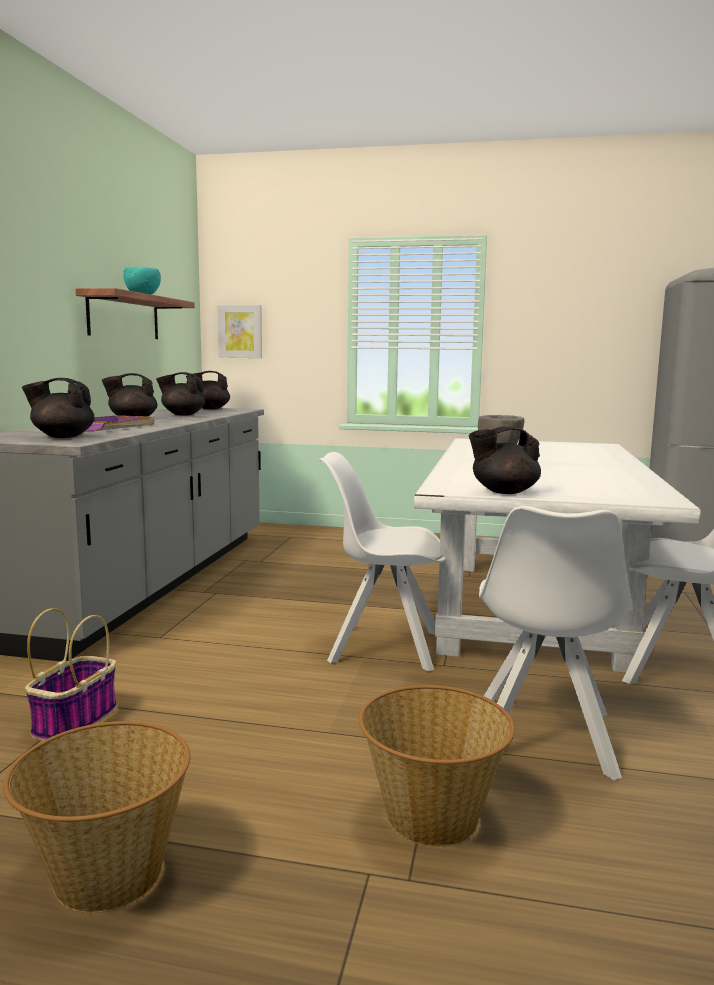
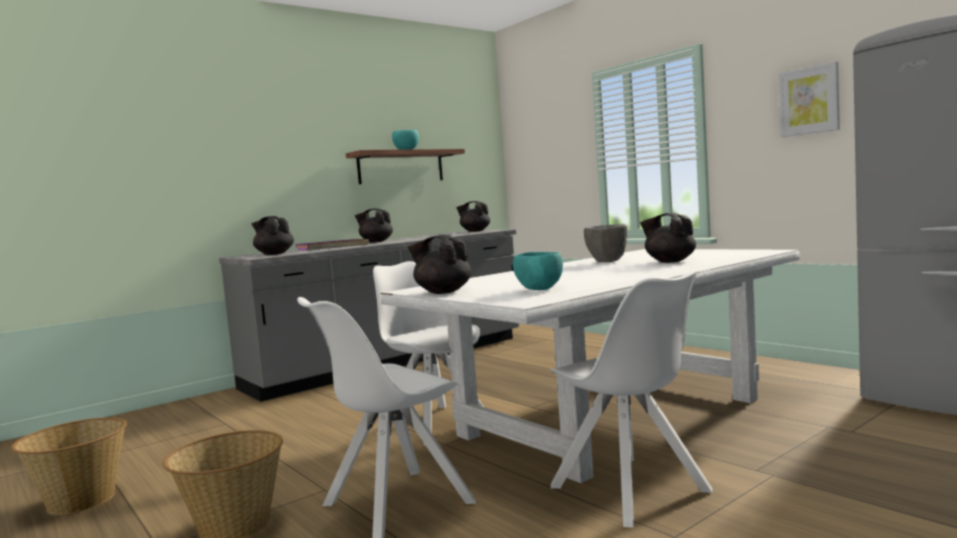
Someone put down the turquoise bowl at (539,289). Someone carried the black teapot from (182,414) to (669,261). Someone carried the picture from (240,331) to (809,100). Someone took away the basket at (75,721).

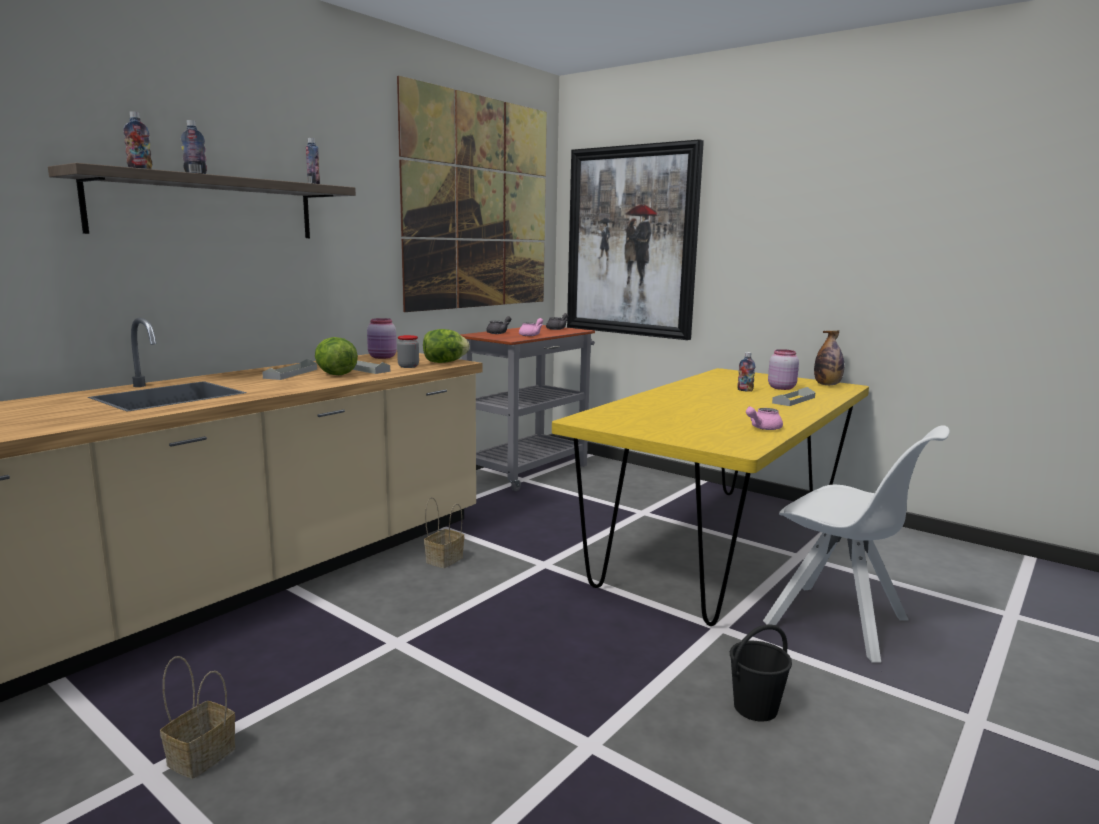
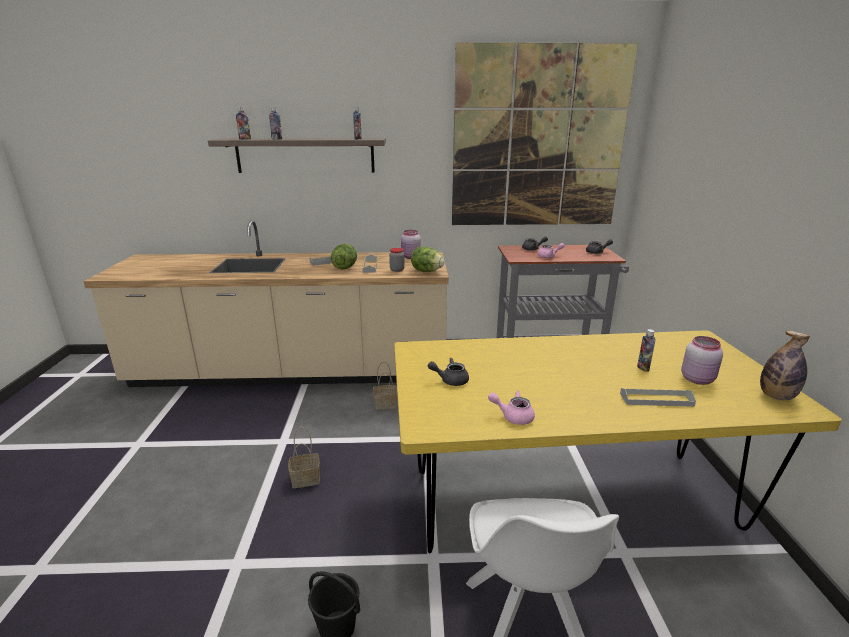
Someone carried the basket from (202,755) to (307,478). Someone put down the grey teapot at (450,380). Someone took away the picture at (631,242).

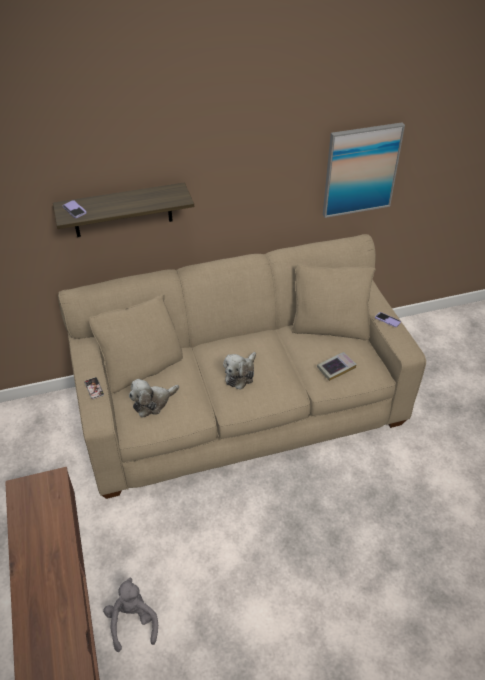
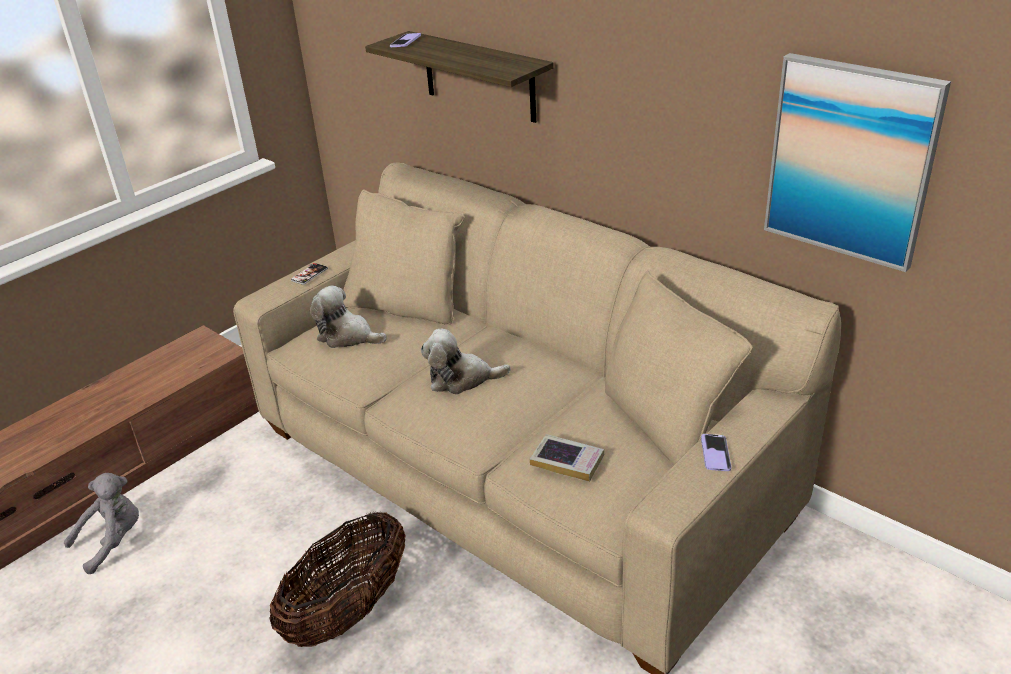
Someone put down the basket at (349,611).

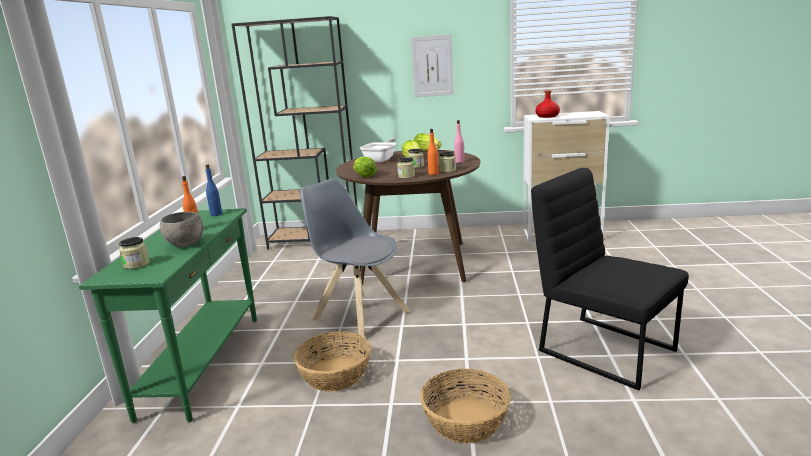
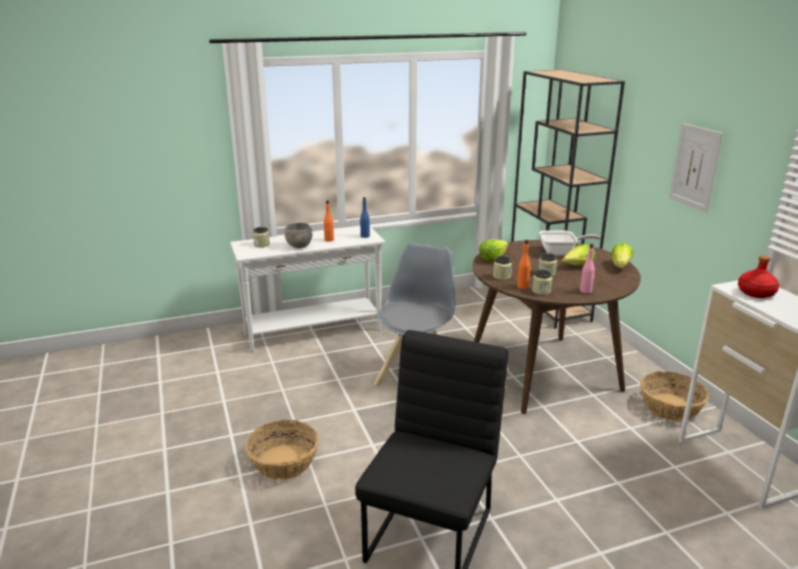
Someone repainted the green console table at (202,363), which became the white console table at (314,331). Someone carried the basket from (334,374) to (670,407).

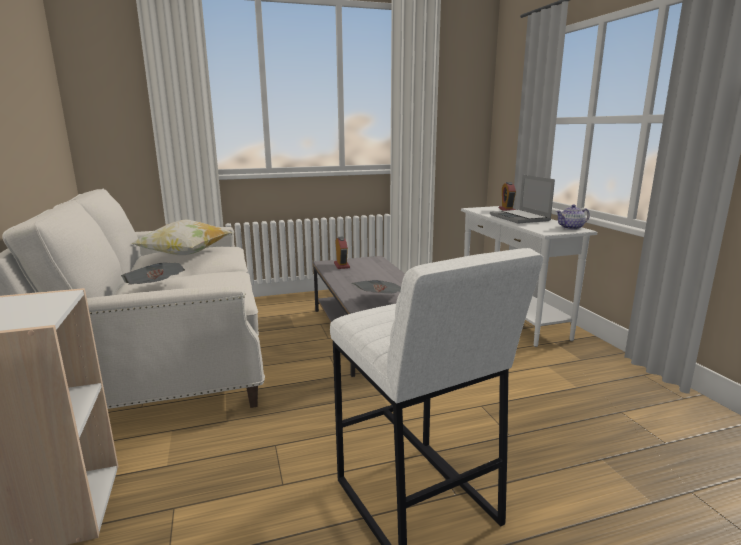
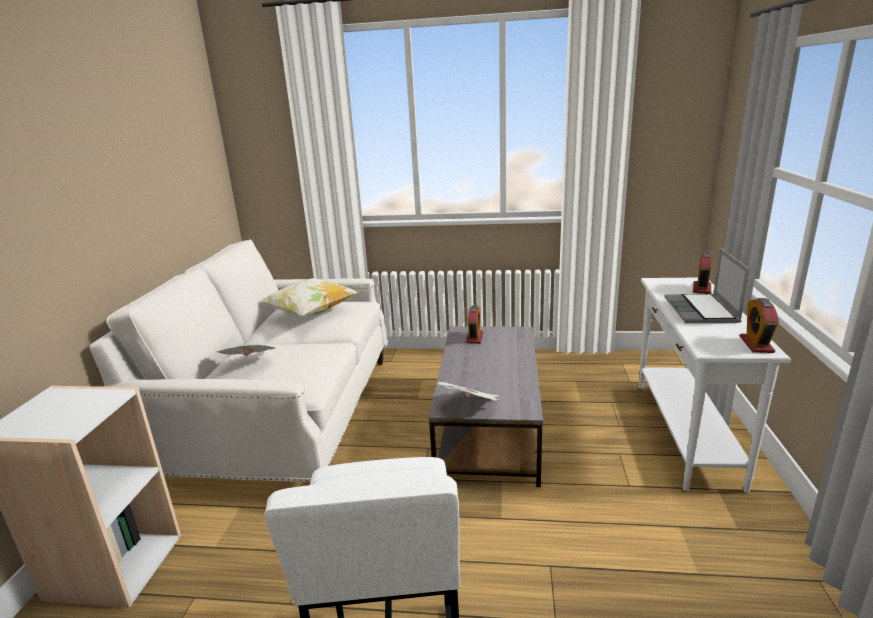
Someone swapped the teapot at (571,228) for the alarm clock at (756,344).

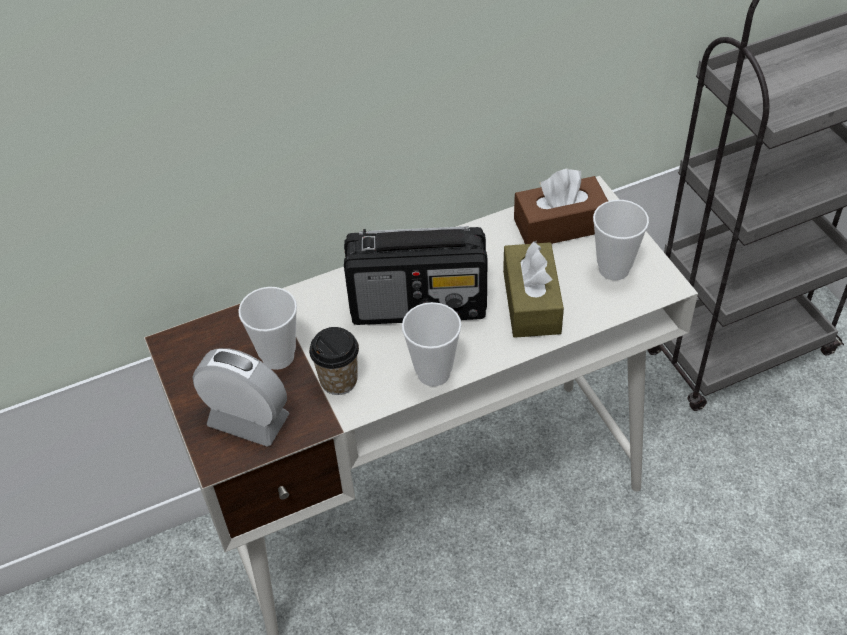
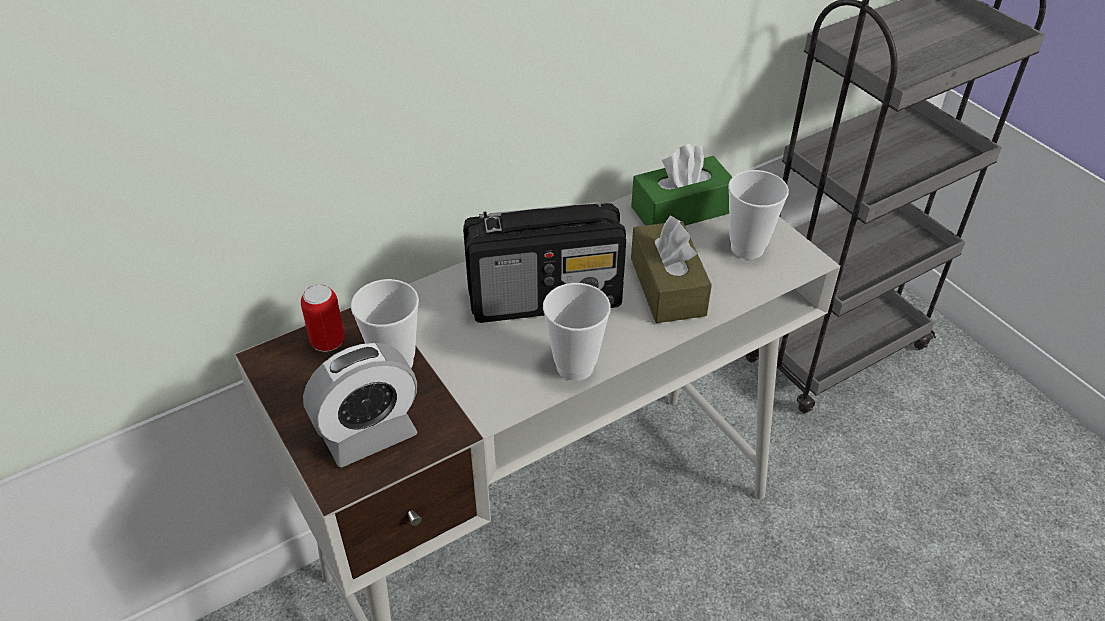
Someone put down the can at (328,342). Someone rotated the alarm clock at (248,420) by 135 degrees clockwise. Someone repainted the brown tissue box at (560,225), which became the green tissue box at (681,210). Someone took away the cup at (339,380).

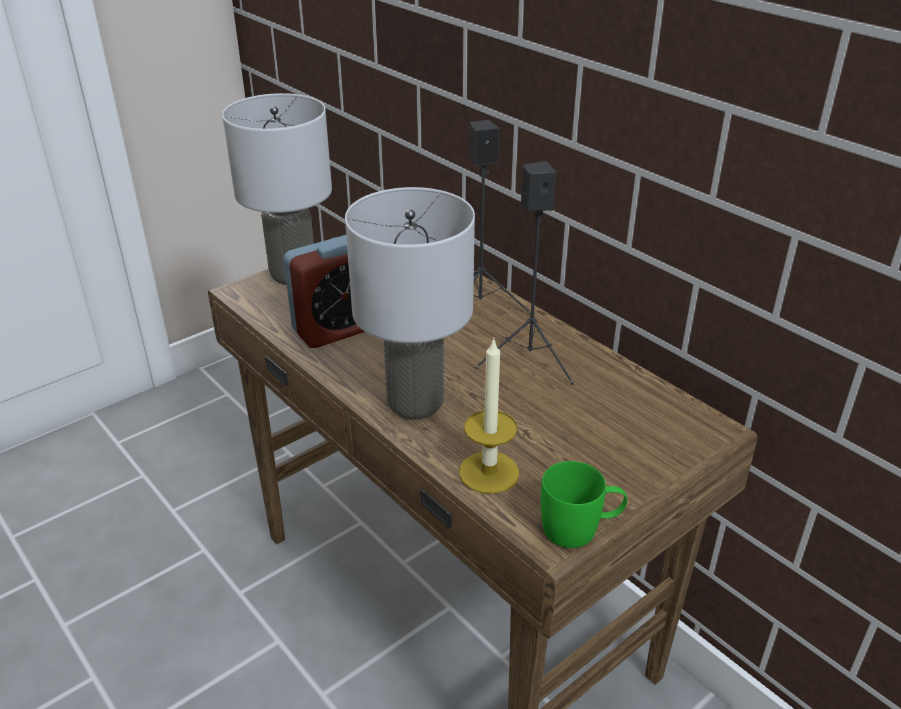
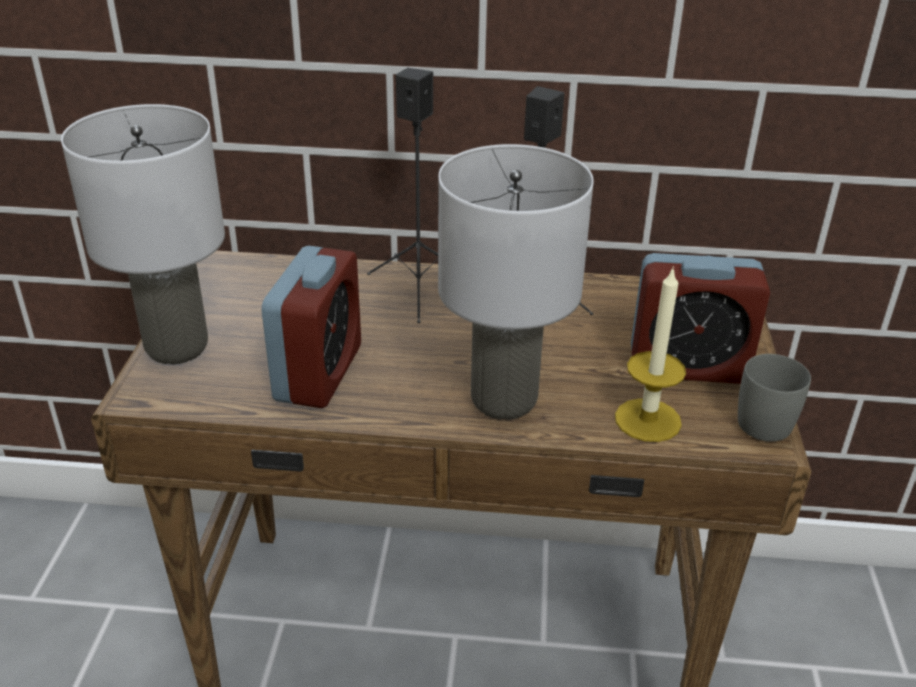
Someone put down the alarm clock at (688,366). Someone repainted the green mug at (580,529), which became the grey mug at (769,419).

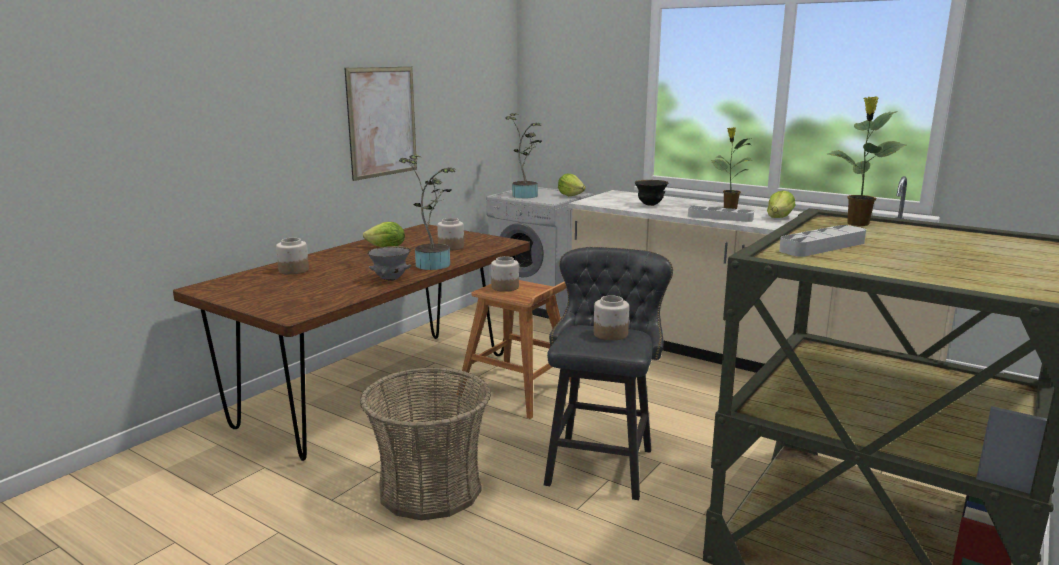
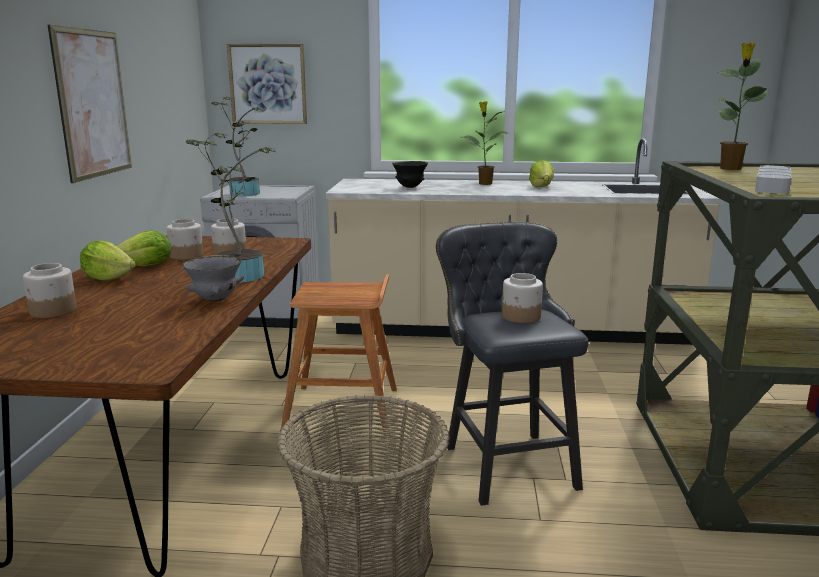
Someone carried the lettuce from (570,195) to (108,278). Someone carried the jar from (505,287) to (187,255). Someone put up the picture at (268,84). Someone took away the grey tray at (720,217).

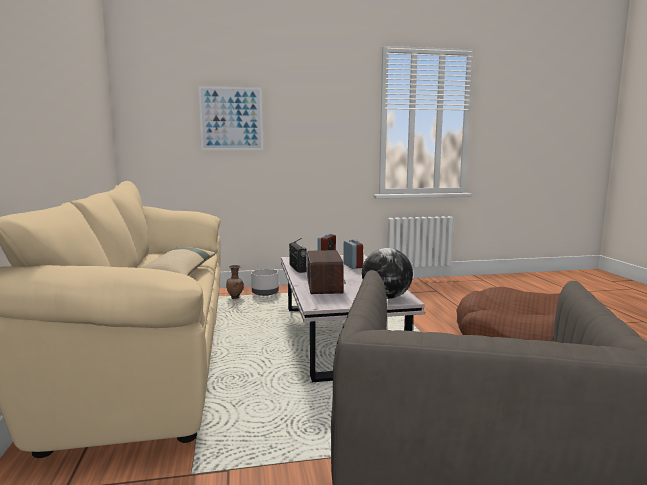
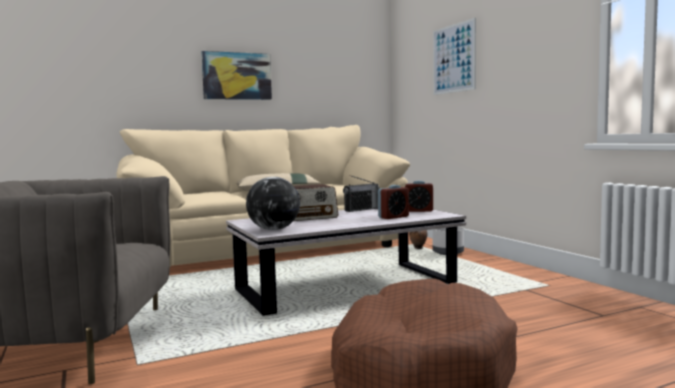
Someone put up the picture at (237,76).

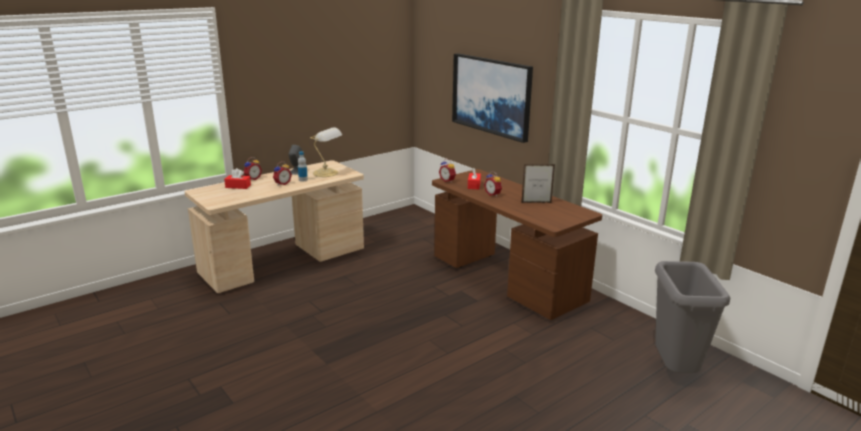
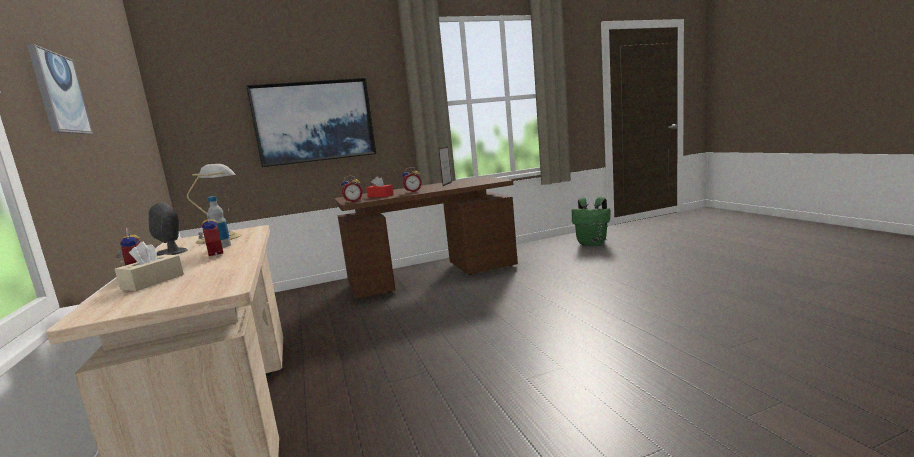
Someone put up the picture at (59,93). Someone repainted the red tissue box at (238,186), which became the beige tissue box at (153,281). Someone swapped the grey trash can at (675,372) for the green backpack at (592,243).

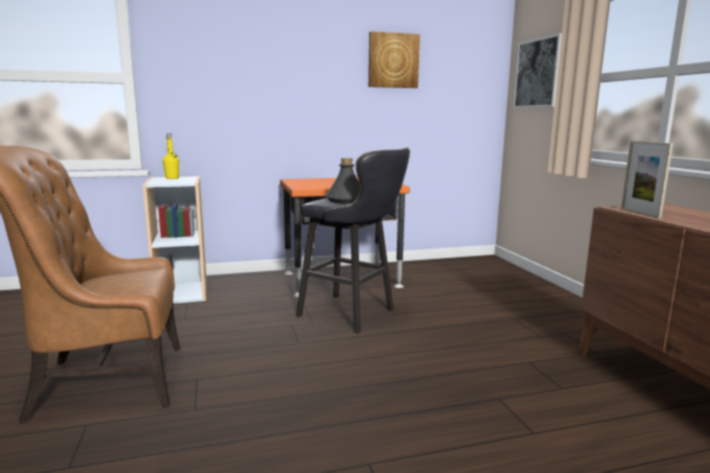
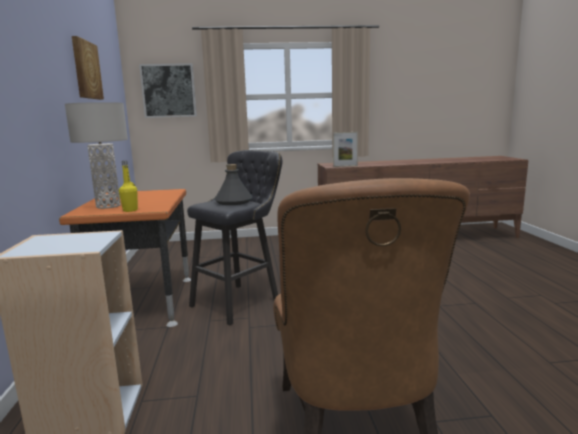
Someone put down the white table lamp at (108,206). Someone carried the yellow bottle from (172,178) to (130,210).

